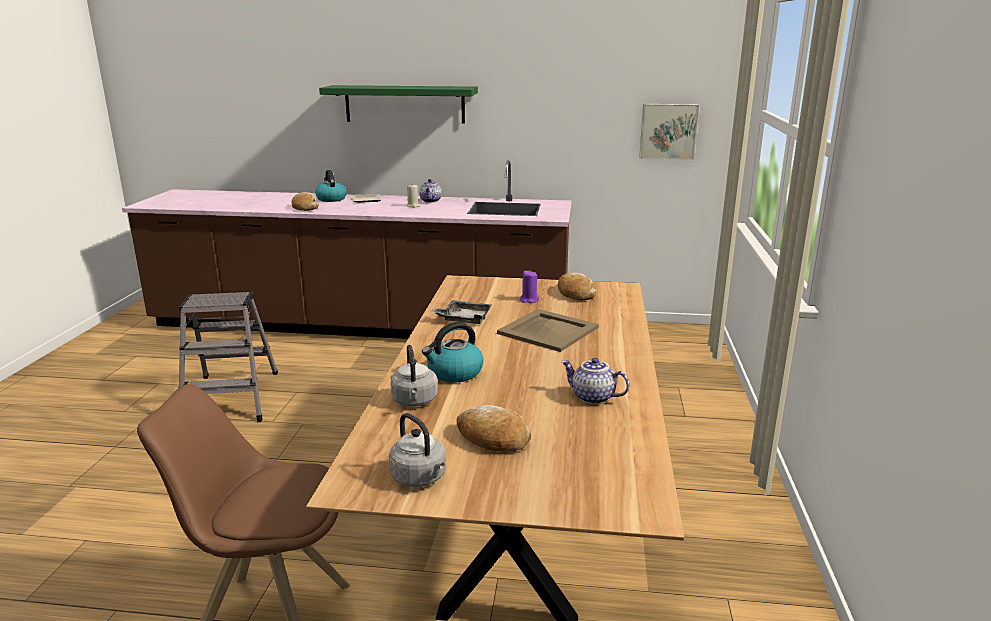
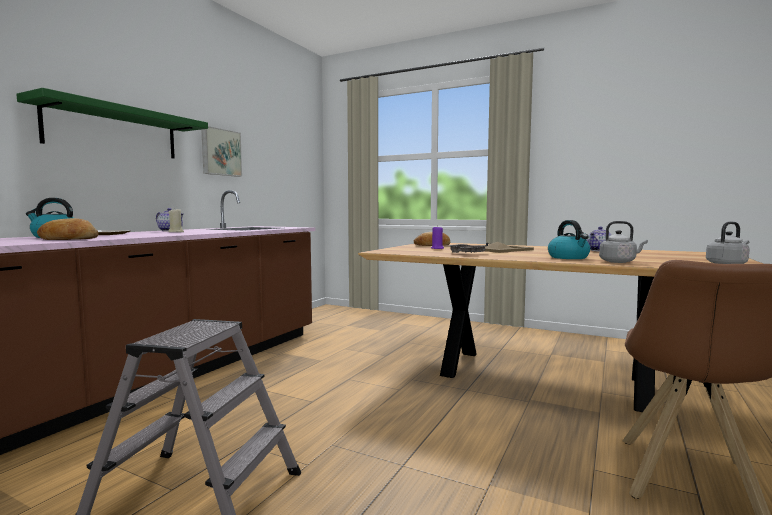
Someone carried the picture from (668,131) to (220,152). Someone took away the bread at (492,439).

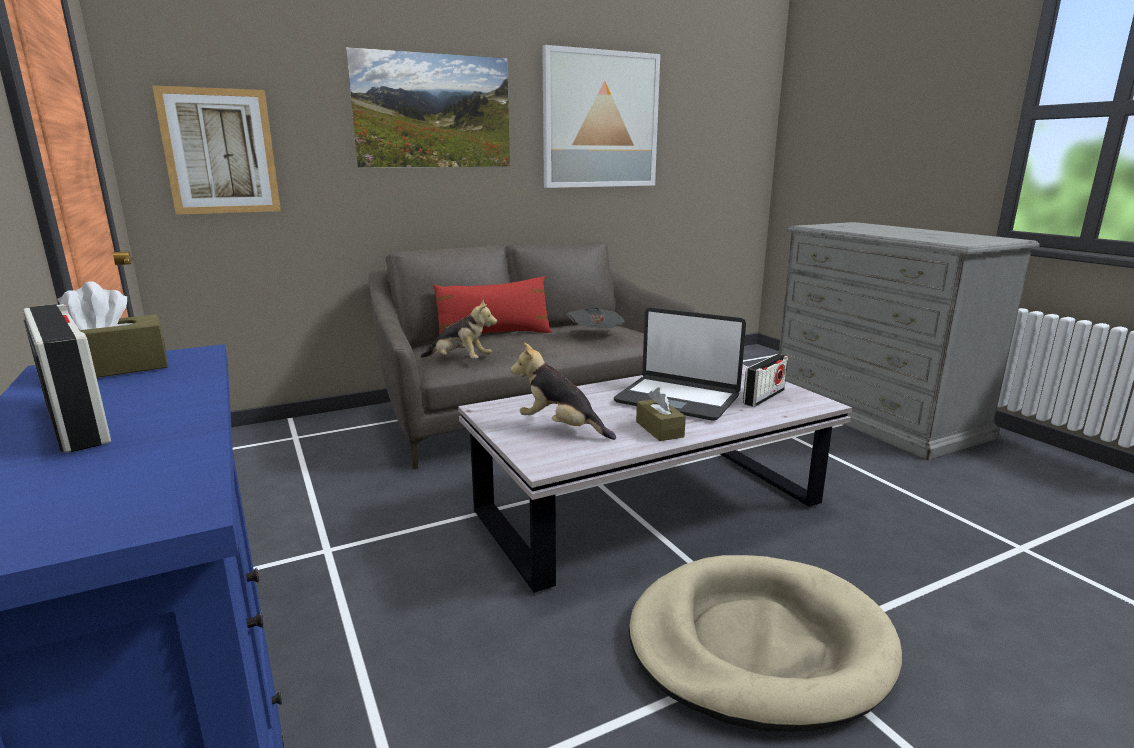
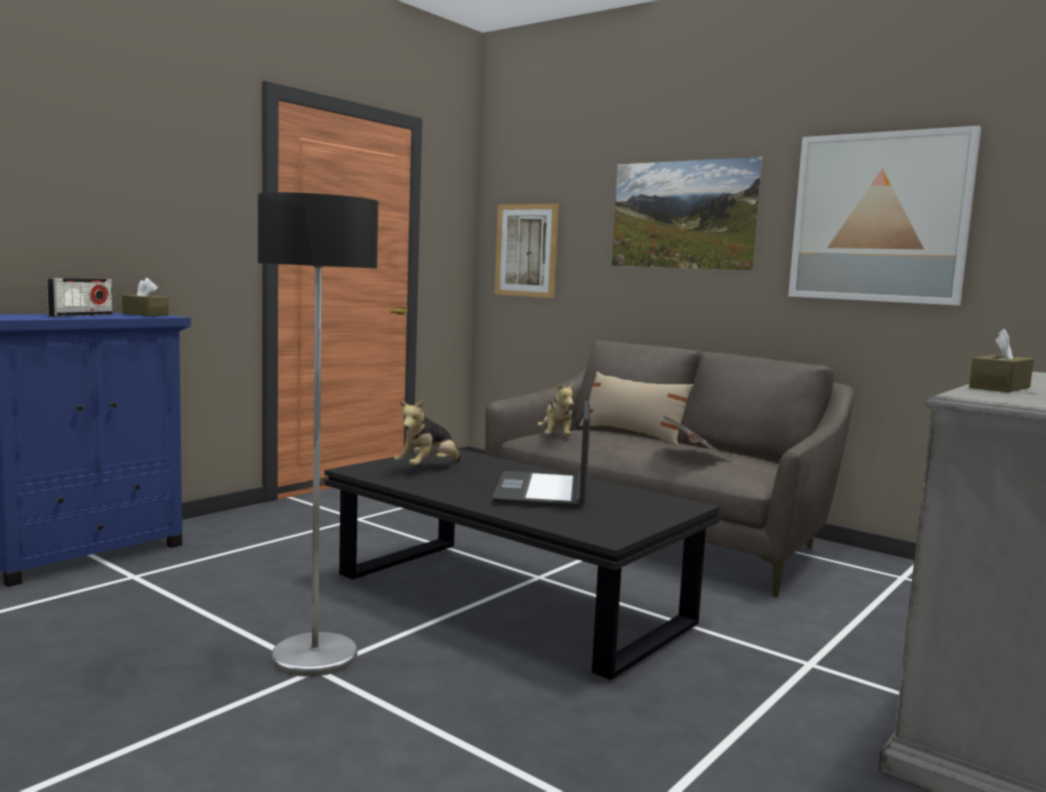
Someone swapped the beige dog bed at (757,645) for the floor lamp at (314,656). Someone repainted the white coffee table at (651,509), which became the black coffee table at (509,601). Someone rotated the plush toy at (561,428) by 150 degrees counterclockwise. Someone repainted the red pillow at (494,336), which became the beige pillow at (632,434). Someone carried the brown tissue box from (659,429) to (999,387). Someone took away the radio at (764,397).

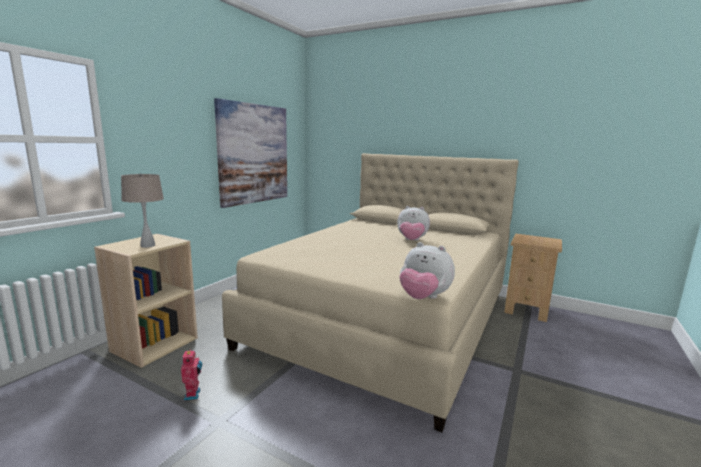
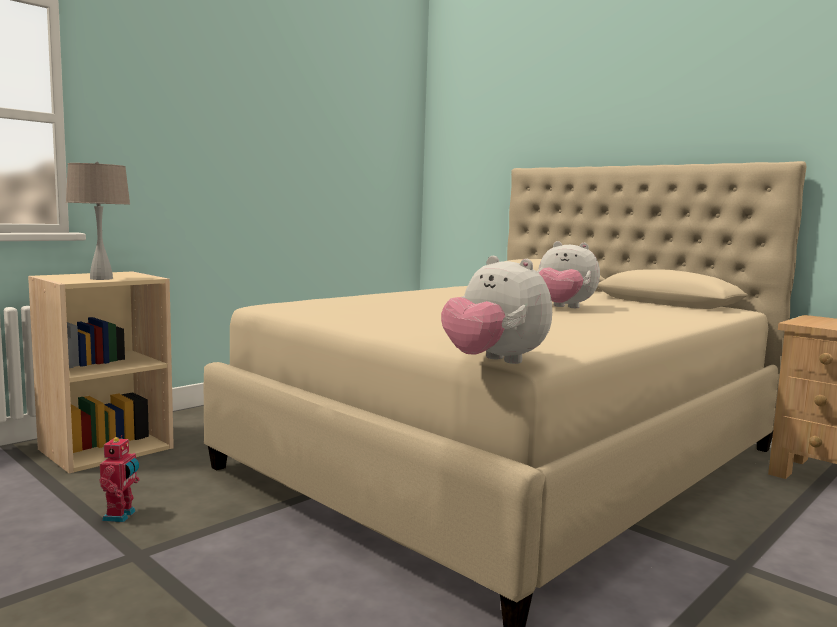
Someone took away the picture at (254,154).

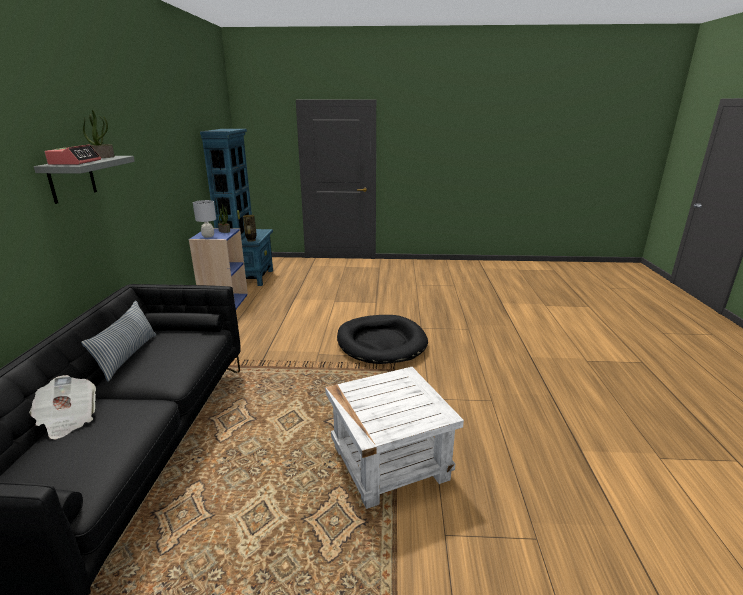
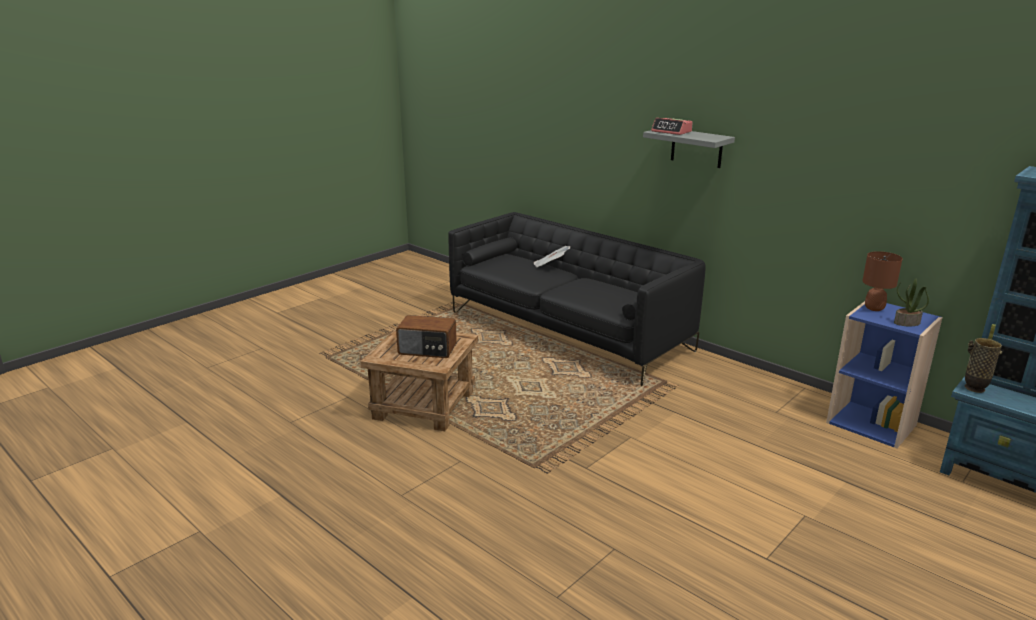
Someone repainted the white side table at (388,462), which became the brown side table at (425,405). Someone put down the radio at (427,350). Someone repainted the grey table lamp at (208,236), which became the brown table lamp at (875,309). Someone took away the pillow at (127,356). Someone took away the potted plant at (101,157). Someone took away the black dog bed at (381,342).

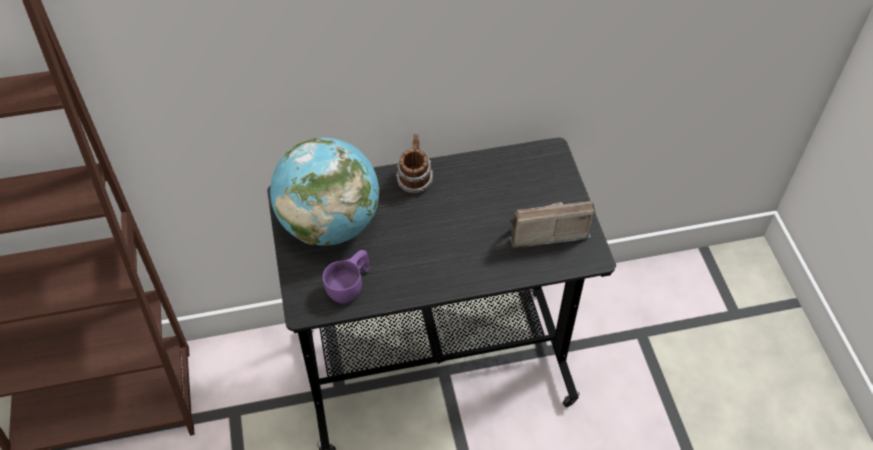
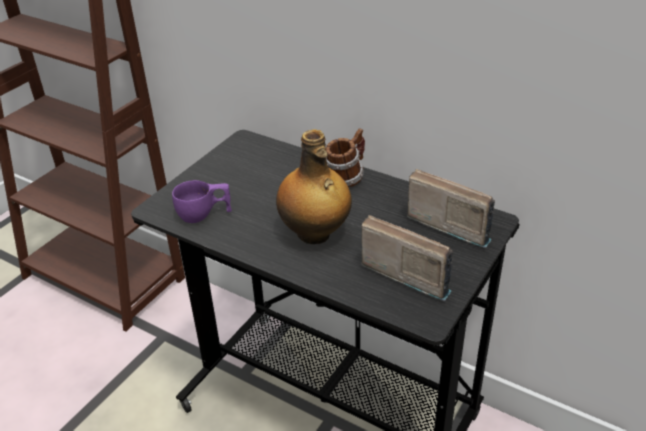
Someone put down the bottle at (314,234). Someone put down the radio at (450,222). Someone took away the globe at (329,224).

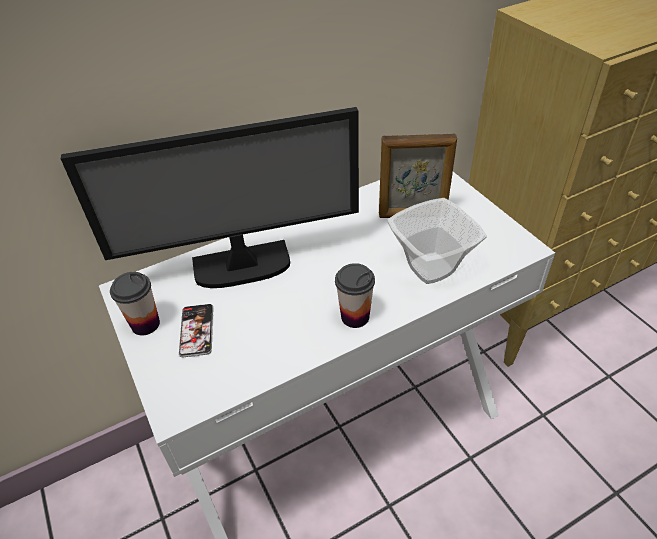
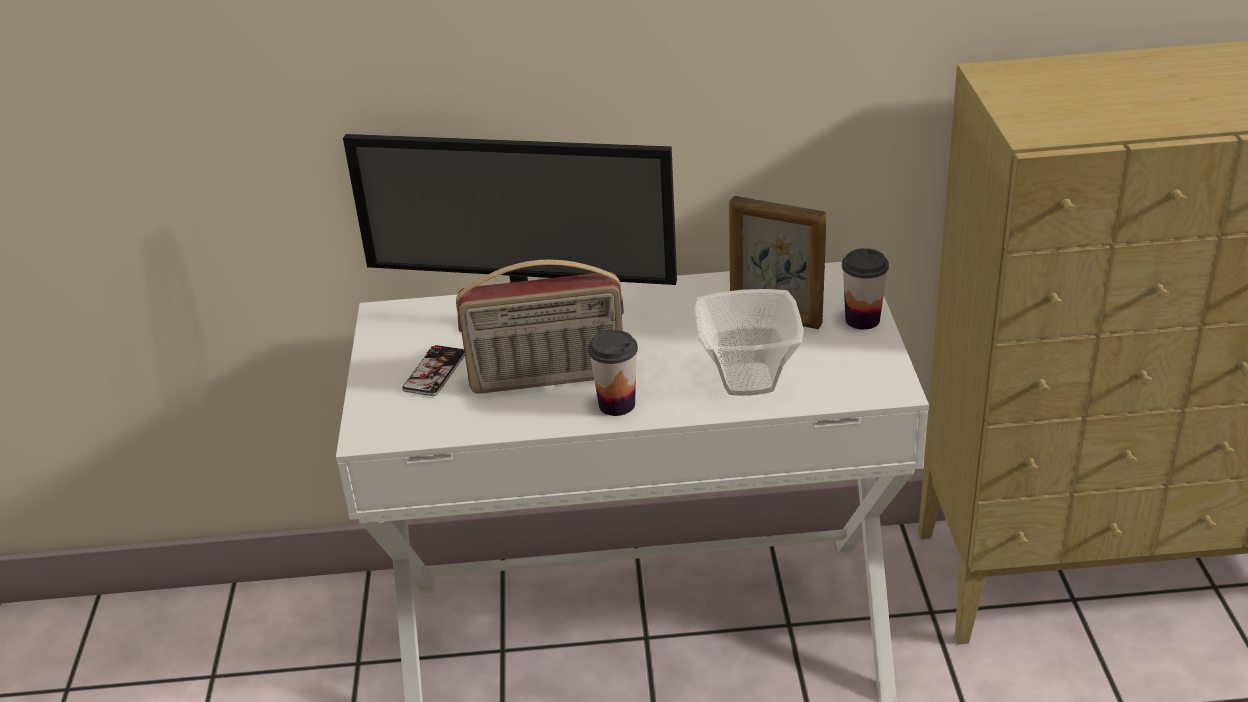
Someone put down the radio at (547,379). Someone carried the cup from (145,324) to (862,320).

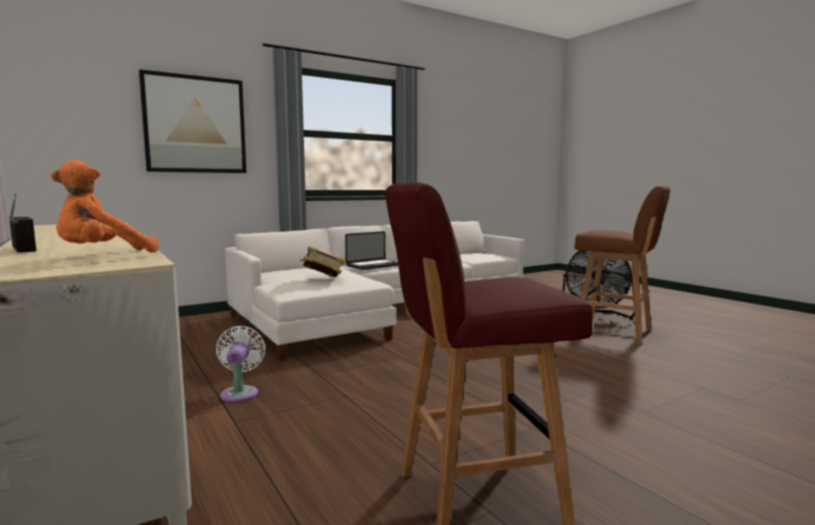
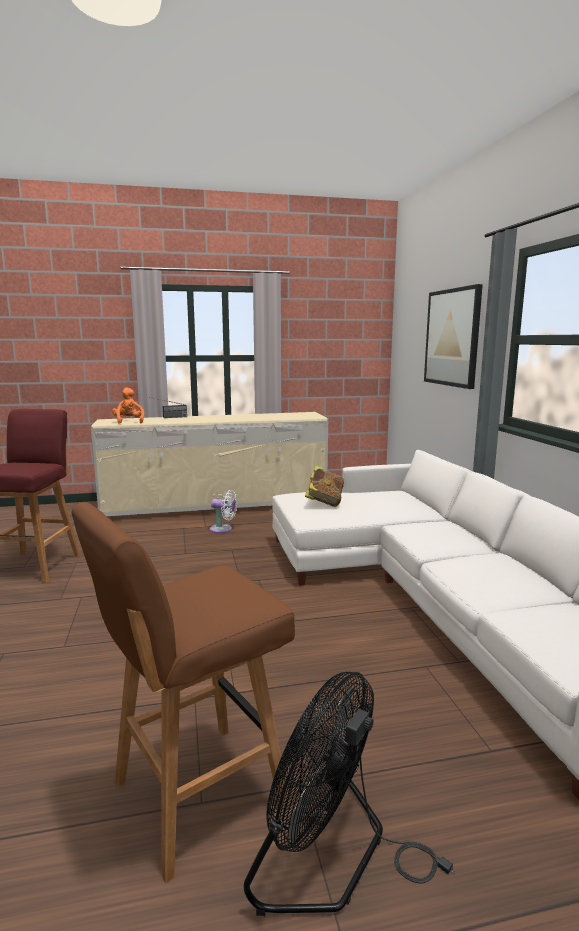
Someone took away the laptop at (374,265).

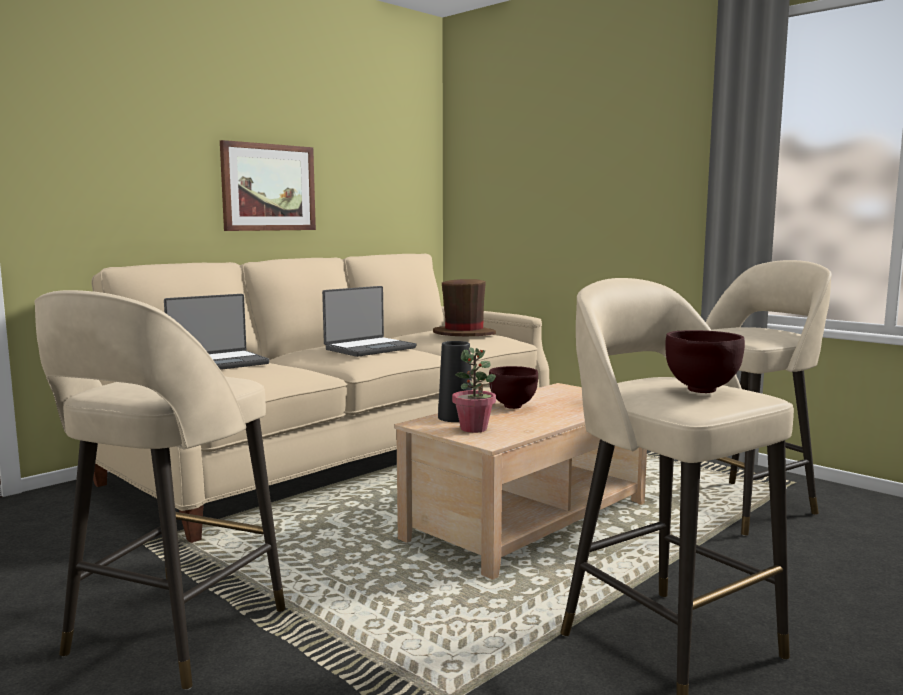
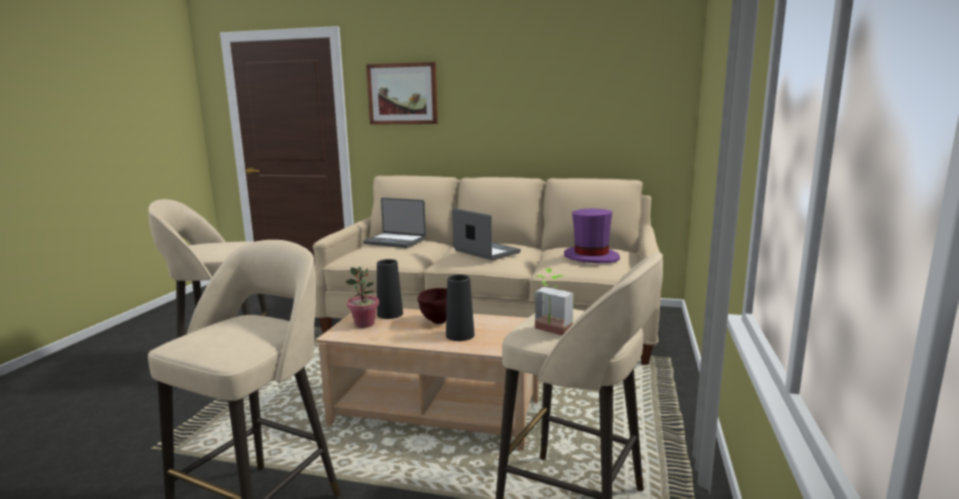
Someone carried the picture from (268,187) to (402,94). Someone put down the black vase at (460,335). Someone rotated the laptop at (369,348) by 150 degrees counterclockwise. Someone put down the potted plant at (549,331). Someone repainted the brown hat at (464,334), which became the purple hat at (591,257). Someone took away the brown bowl at (701,391).

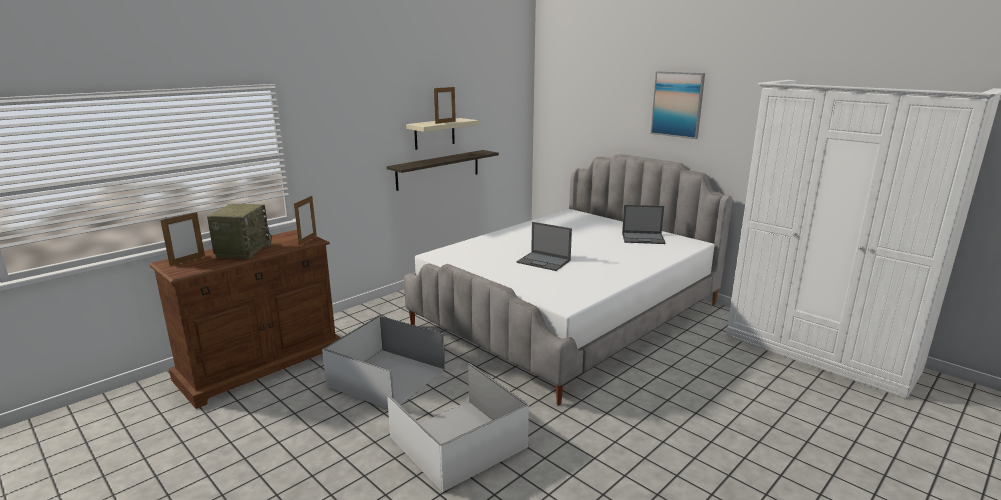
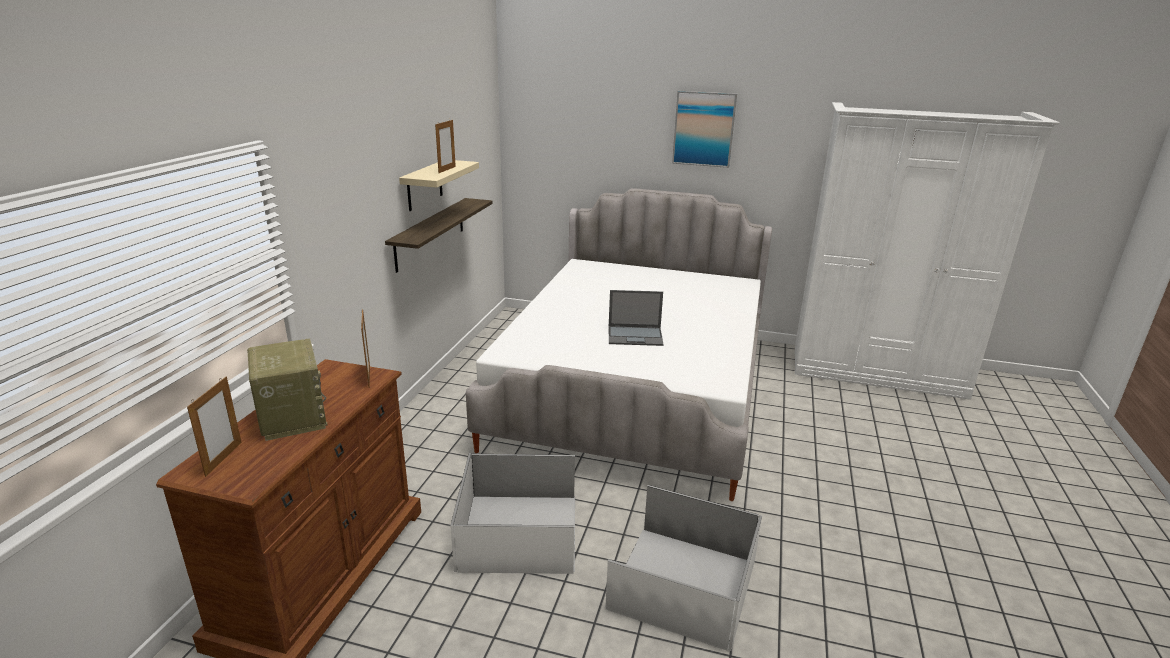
Someone took away the laptop at (643,238).

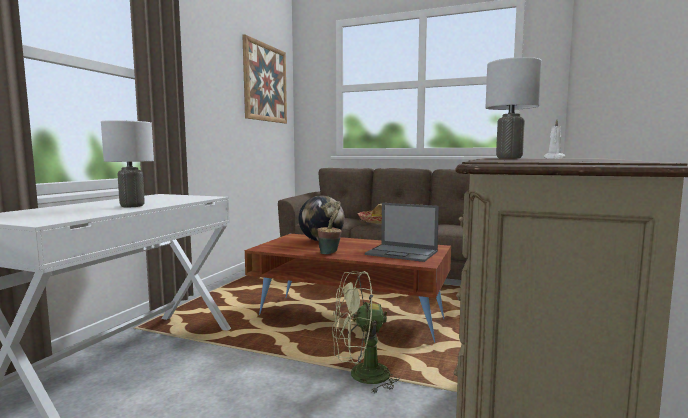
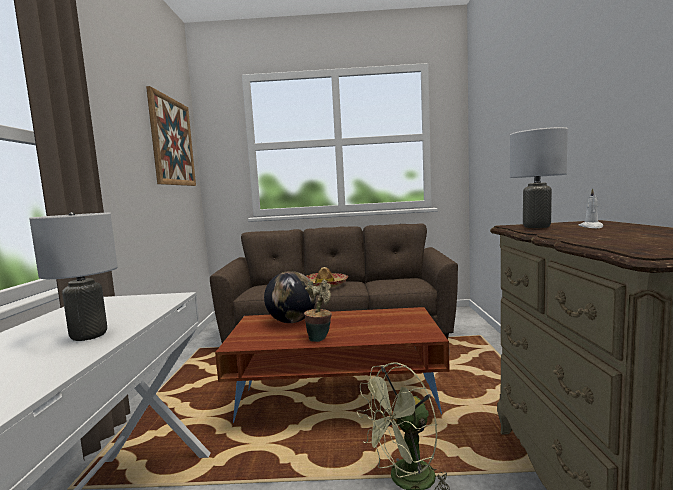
Someone took away the laptop at (402,253).

